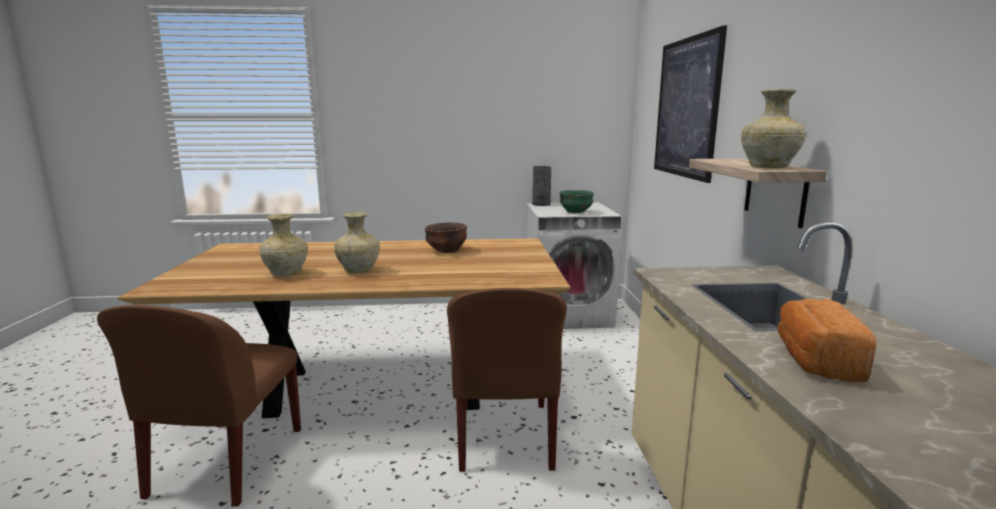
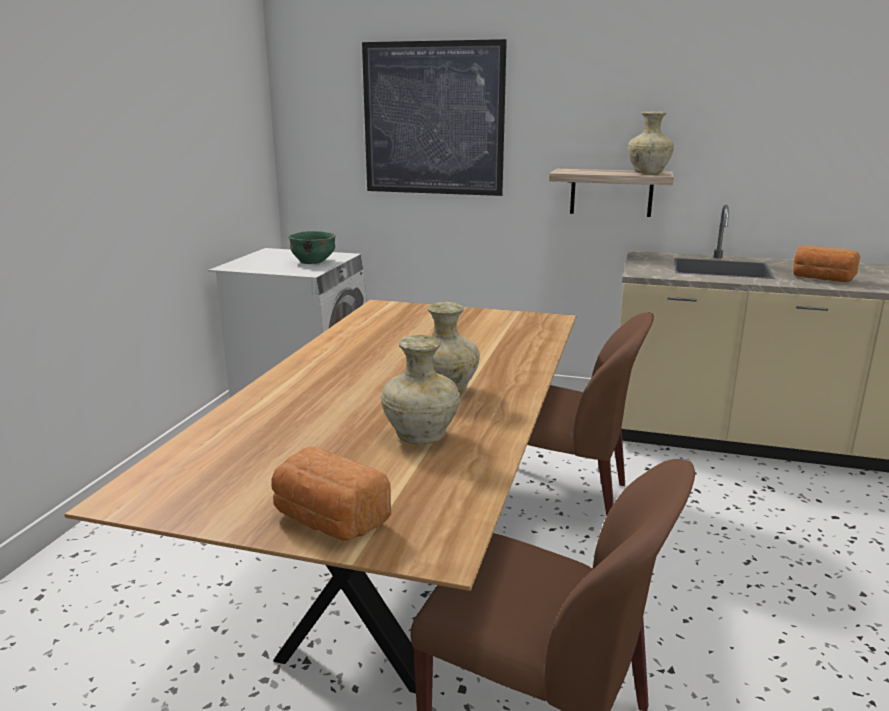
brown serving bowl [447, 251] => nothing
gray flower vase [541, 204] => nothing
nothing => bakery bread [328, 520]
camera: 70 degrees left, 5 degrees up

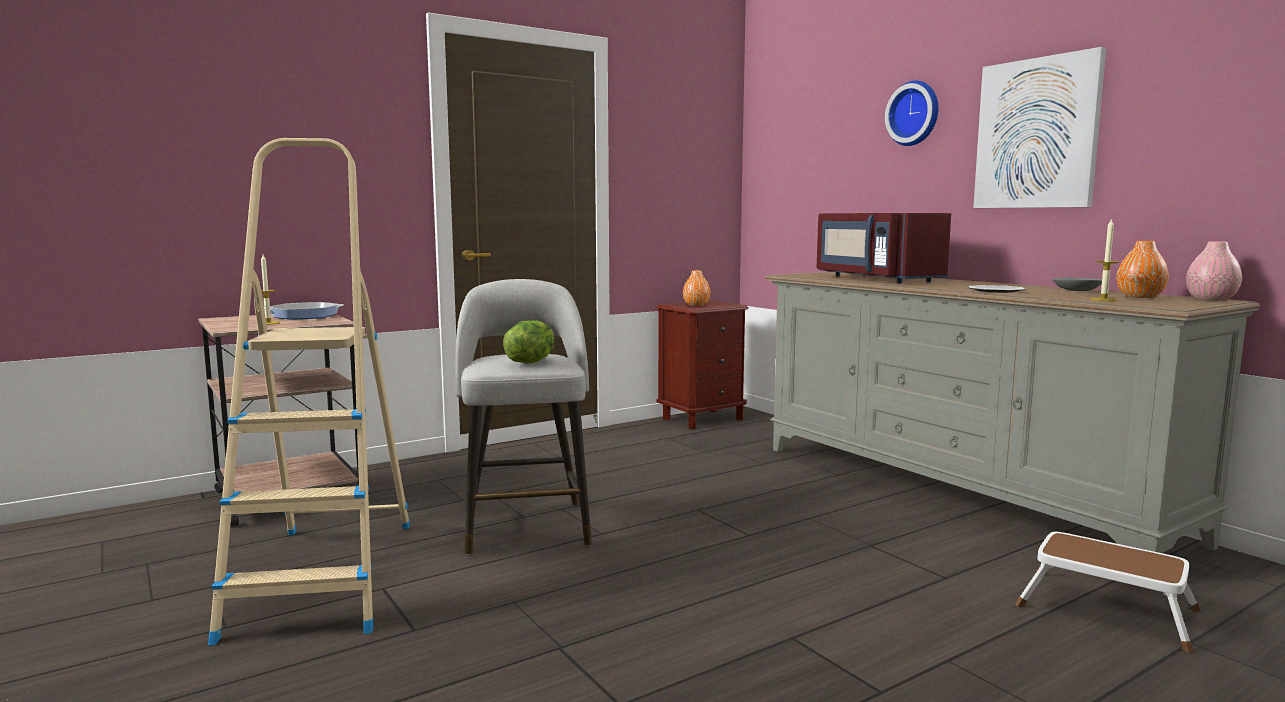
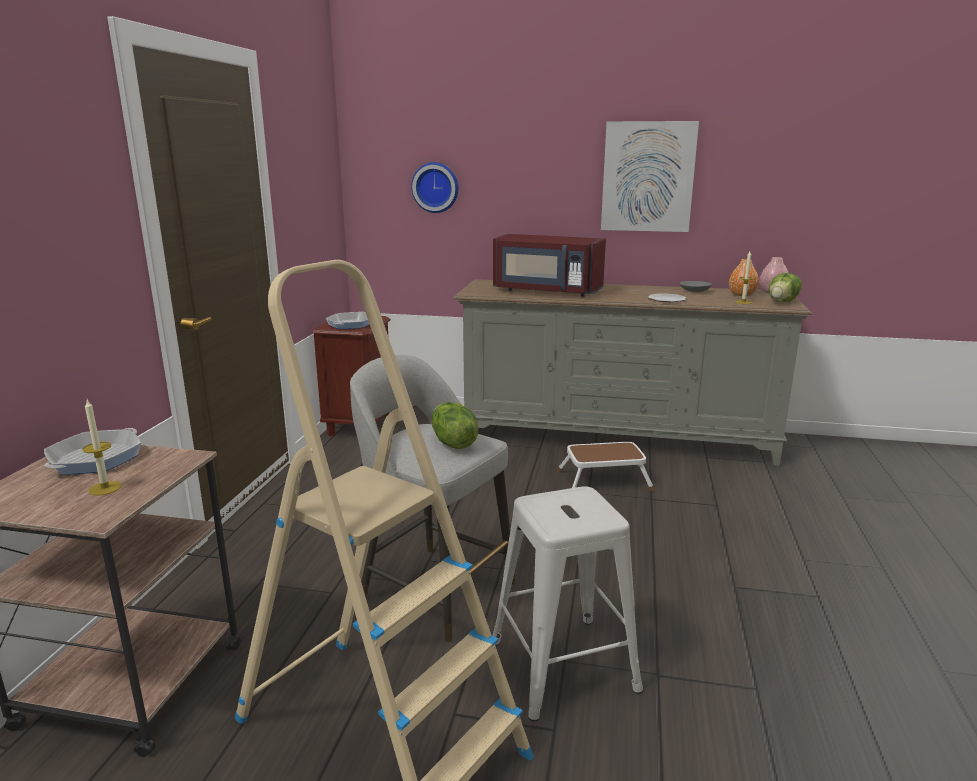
orange flower vase [696, 305] => frying pan [350, 324]
wall clock [915, 114] => wall clock [436, 187], moved
brown stepladder [1107, 607] => brown stepladder [604, 480], moved
nothing => white sitting stool [562, 665]
nothing => head of lettuce [783, 302]
camera: 45 degrees left, 10 degrees up

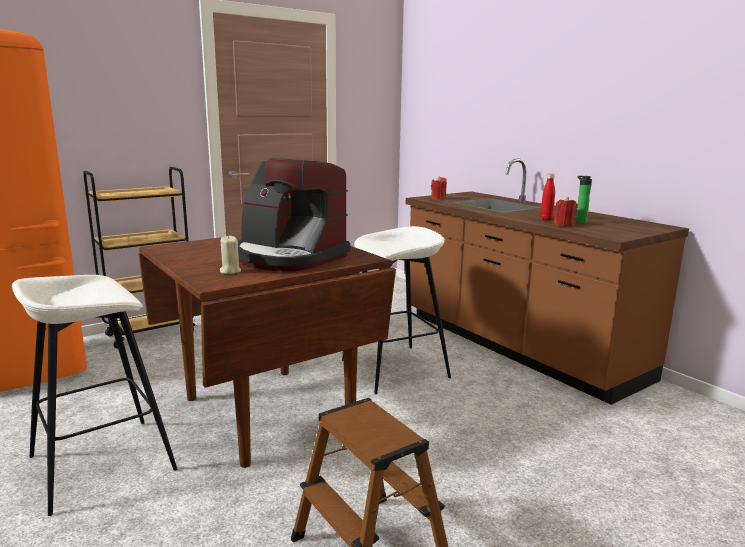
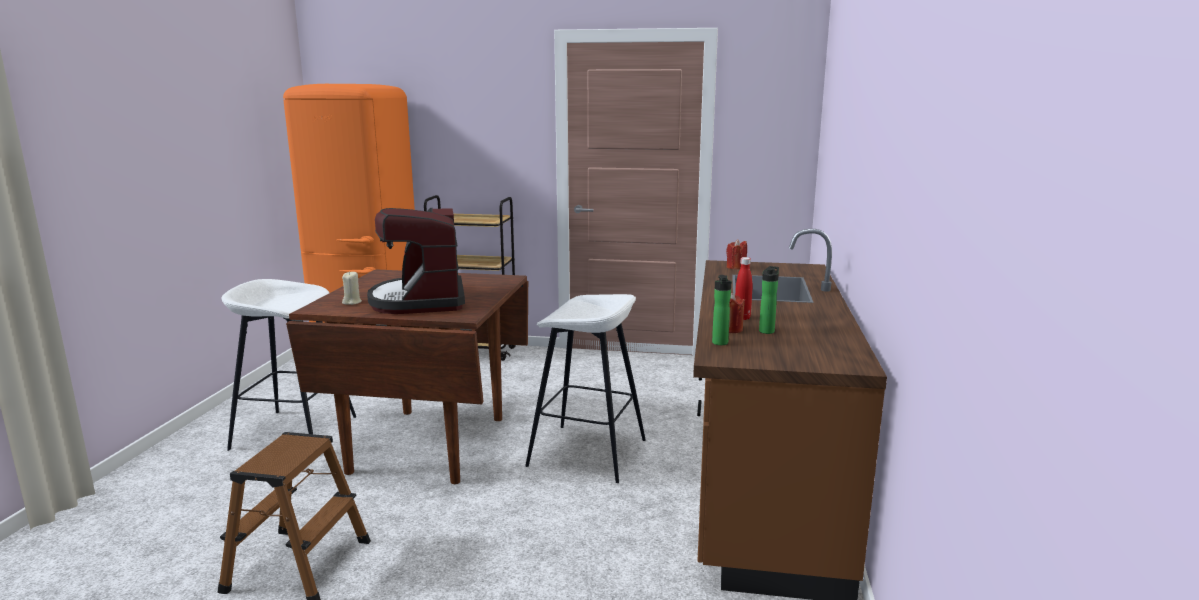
nothing => bottle [720, 343]
camera: 45 degrees right, 0 degrees up

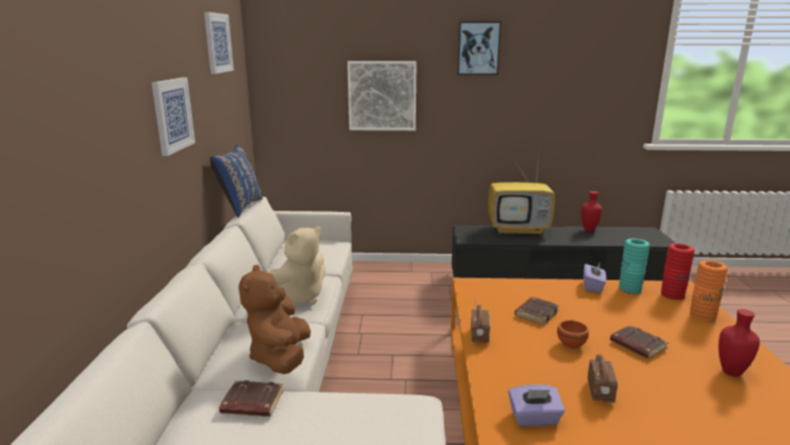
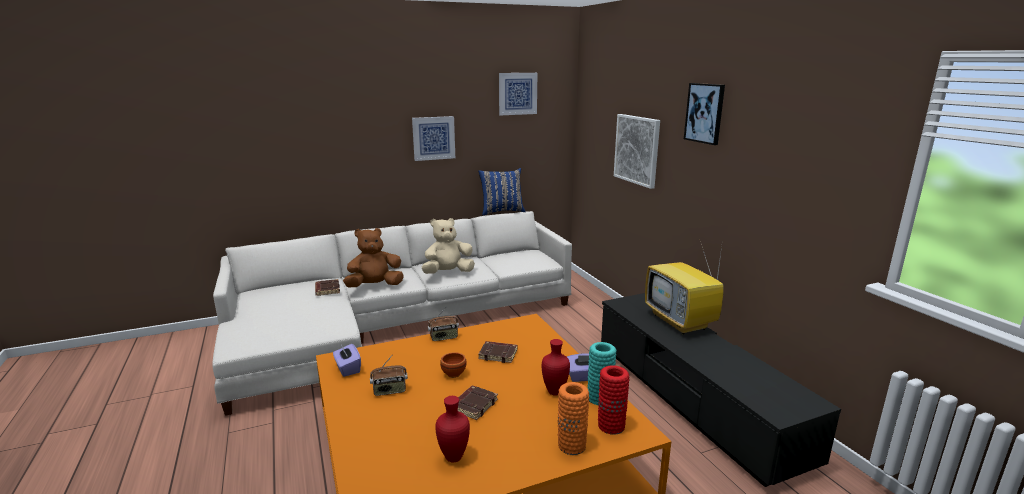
sand-coloured plush toy [298, 297] => sand-coloured plush toy [448, 273], 135 degrees clockwise
red flower vase [589, 230] => red flower vase [555, 392], moved
camera: 65 degrees right, 0 degrees up

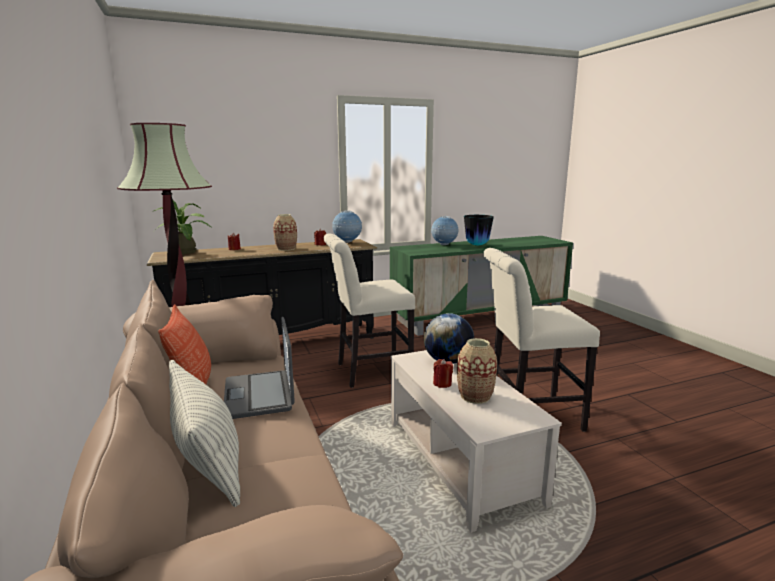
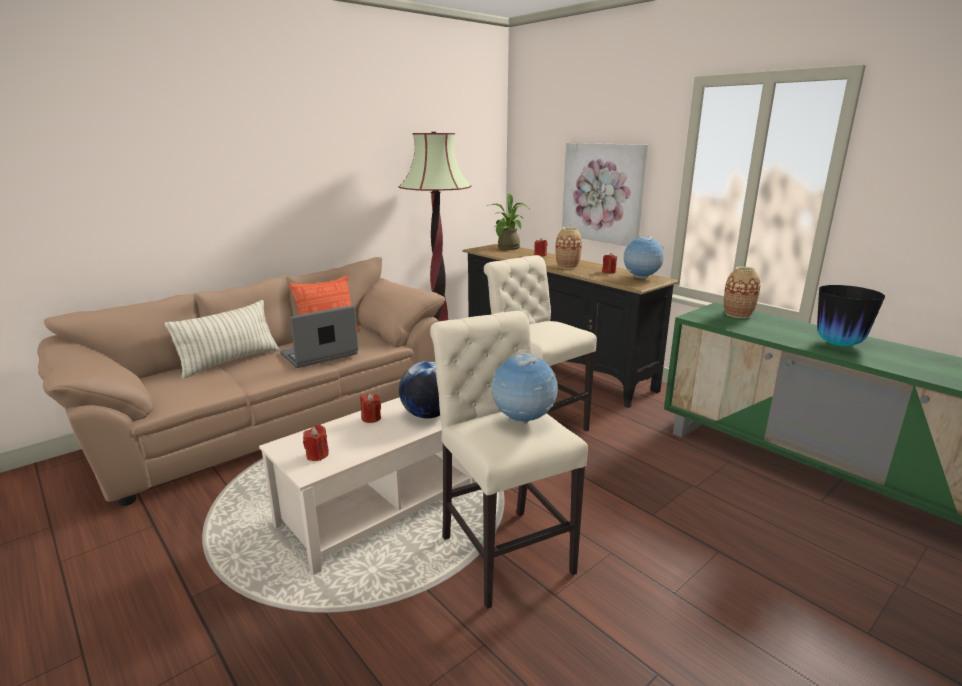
desk globe [444, 245] => desk globe [523, 420], moved
flower vase [475, 396] => flower vase [737, 314], moved
nothing => red wax light [317, 455]
nothing => picture [602, 193]
camera: 70 degrees right, 5 degrees up

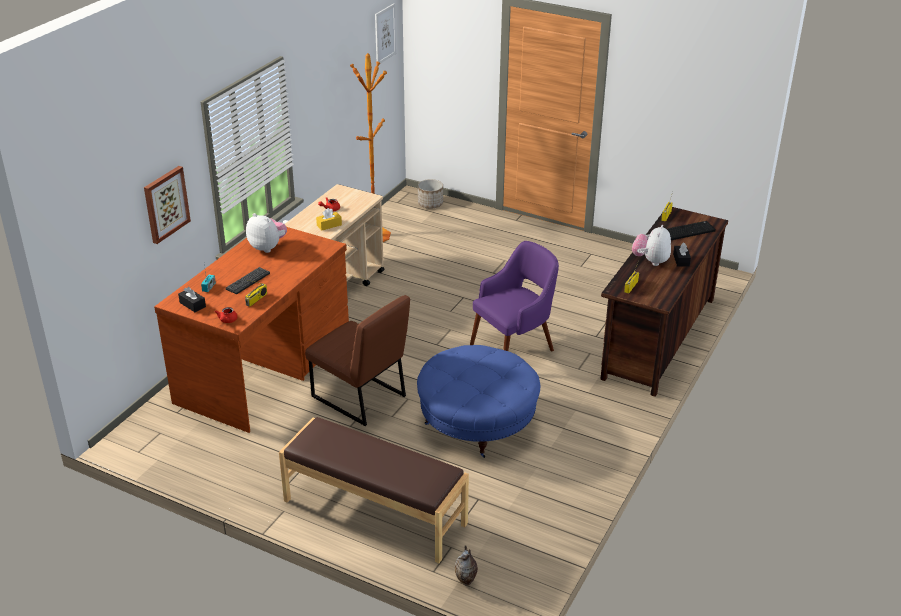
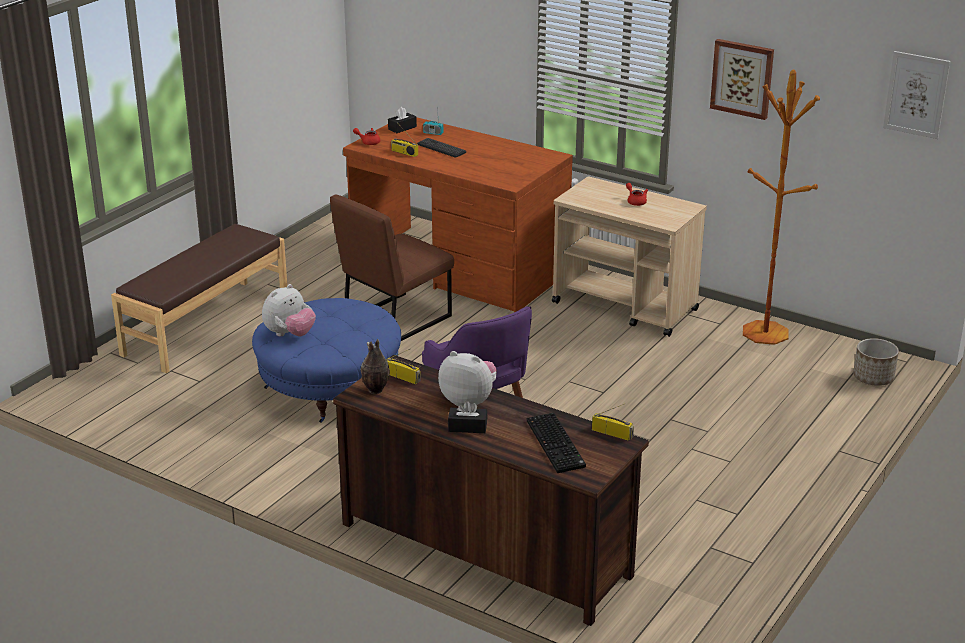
picture [165, 204] => picture [742, 78], moved
plush toy [268, 247] => plush toy [289, 334], moved
yellow tissue holder [329, 225] => nothing
flower vase [466, 581] => flower vase [375, 390], moved
camera: 95 degrees right, 5 degrees down

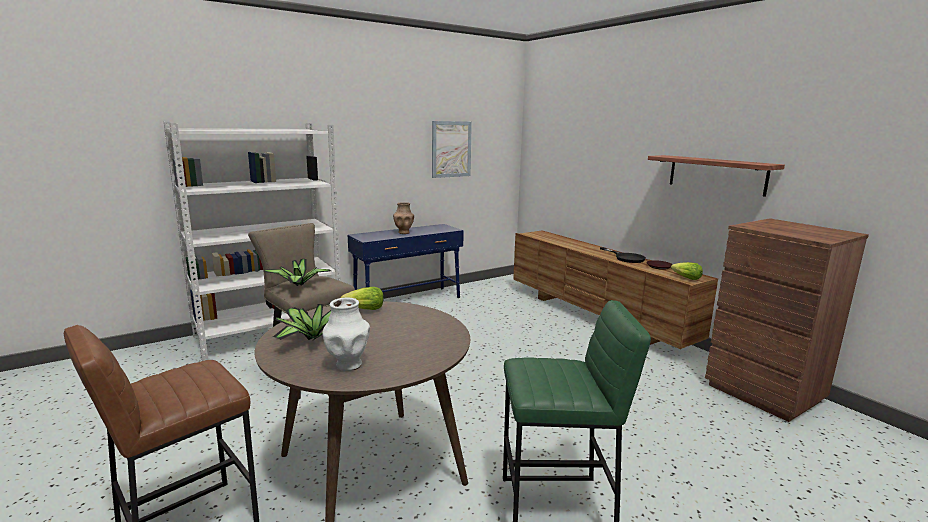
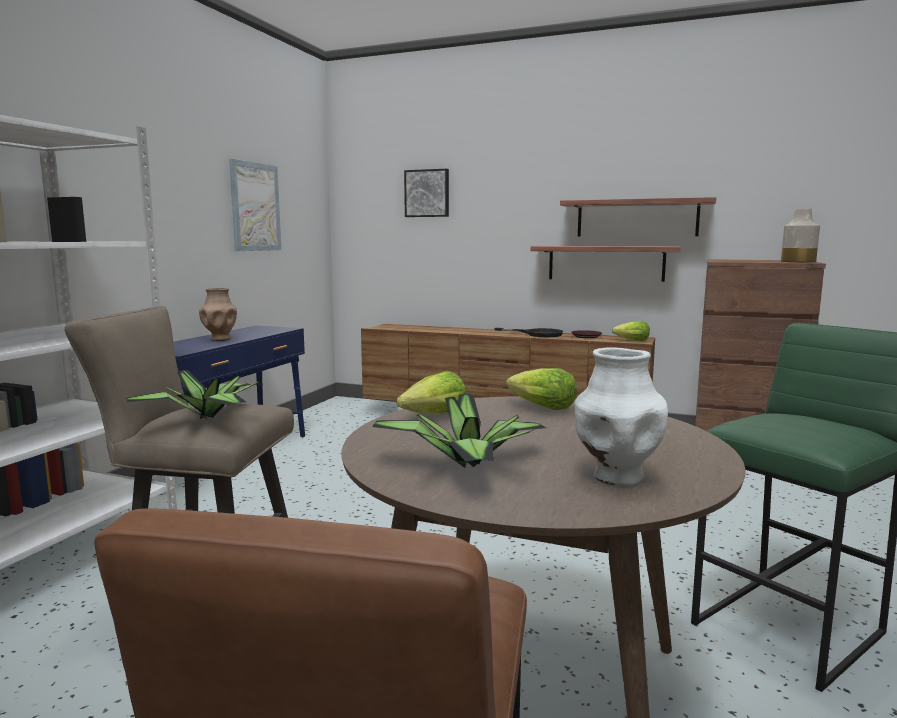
nothing => picture [427, 193]
nothing => head of lettuce [541, 407]
nothing => wall shelf [605, 263]
nothing => sand-coloured flower vase [798, 261]
camera: 35 degrees left, 5 degrees down

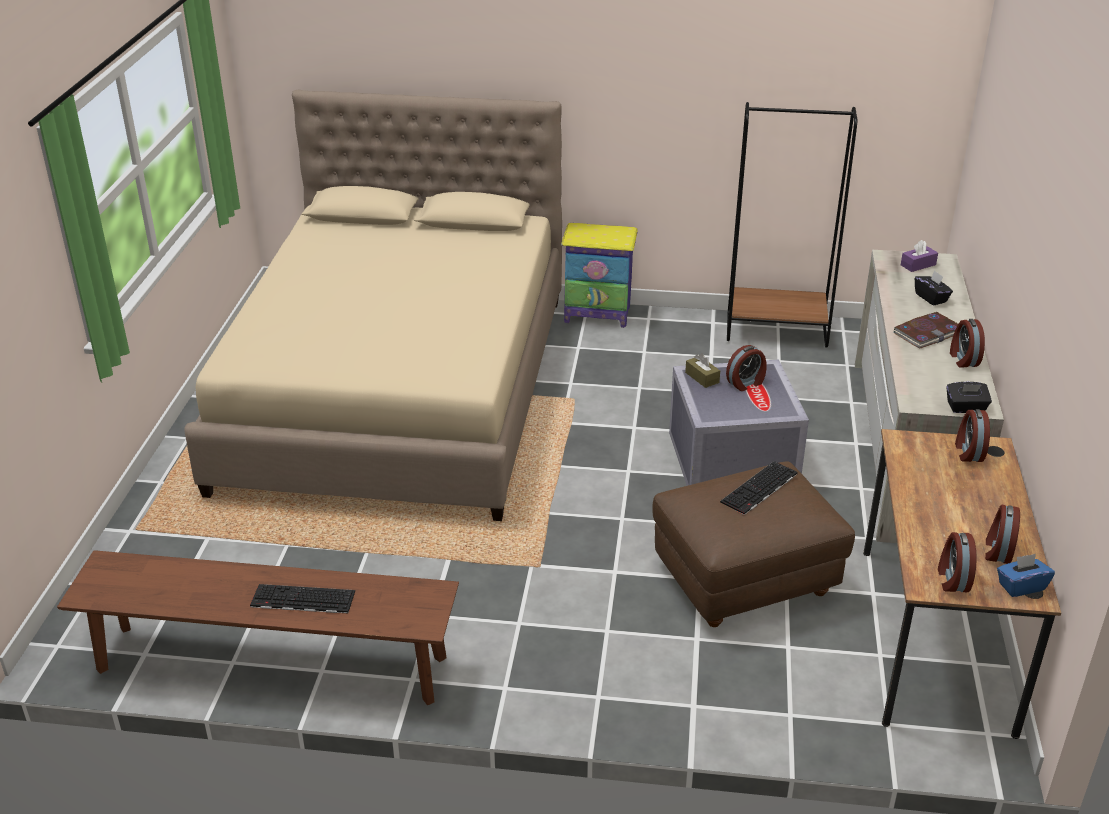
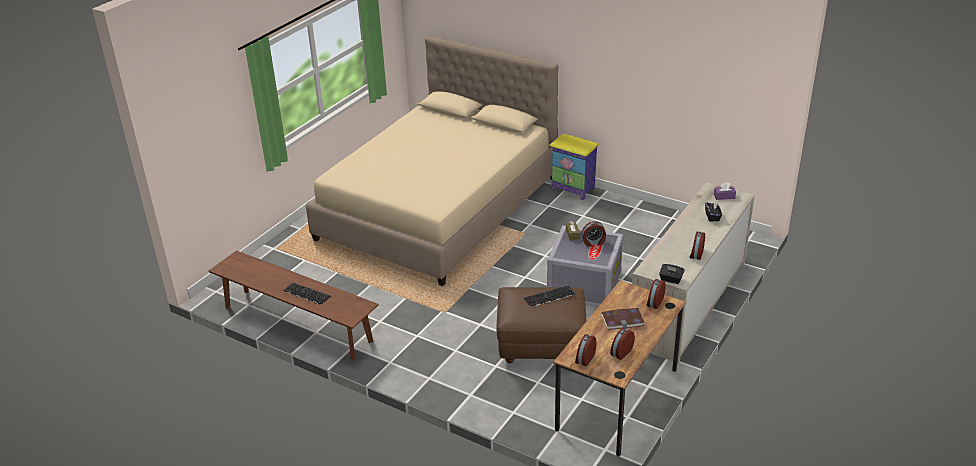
garment rack [776, 331] => nothing
volume [927, 333] => volume [622, 320], moved
blue-coloured tissue holder [1021, 586] => nothing
camera: 25 degrees right, 0 degrees up

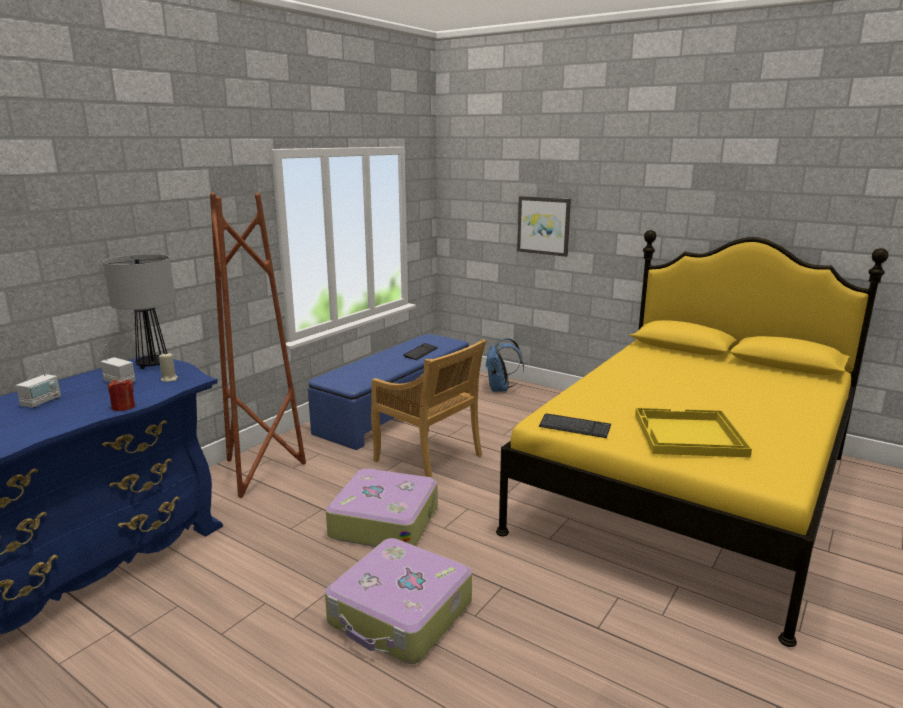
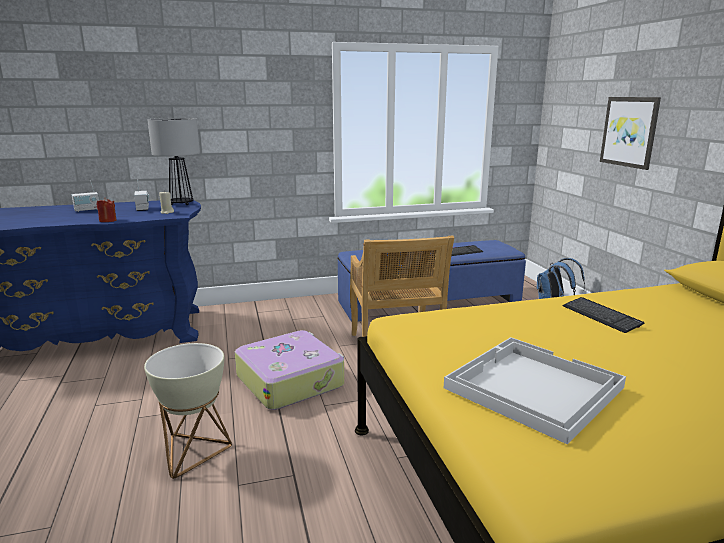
brown garment rack [258, 473] => nothing
suitcase [400, 614] => planter [195, 452]
keyboard [574, 427] => keyboard [601, 316], moved
yellow serving tray [688, 435] => white serving tray [531, 388]
camera: 40 degrees right, 0 degrees up

